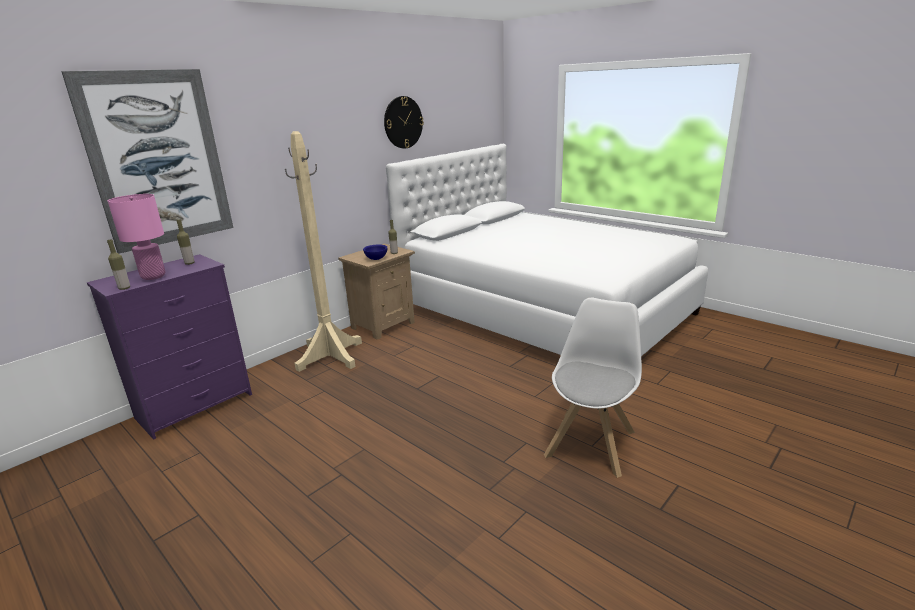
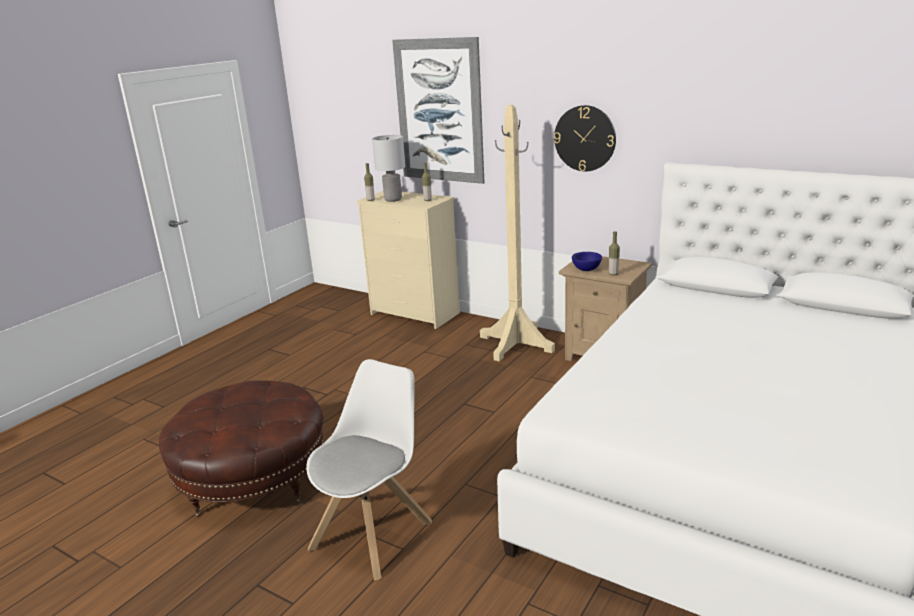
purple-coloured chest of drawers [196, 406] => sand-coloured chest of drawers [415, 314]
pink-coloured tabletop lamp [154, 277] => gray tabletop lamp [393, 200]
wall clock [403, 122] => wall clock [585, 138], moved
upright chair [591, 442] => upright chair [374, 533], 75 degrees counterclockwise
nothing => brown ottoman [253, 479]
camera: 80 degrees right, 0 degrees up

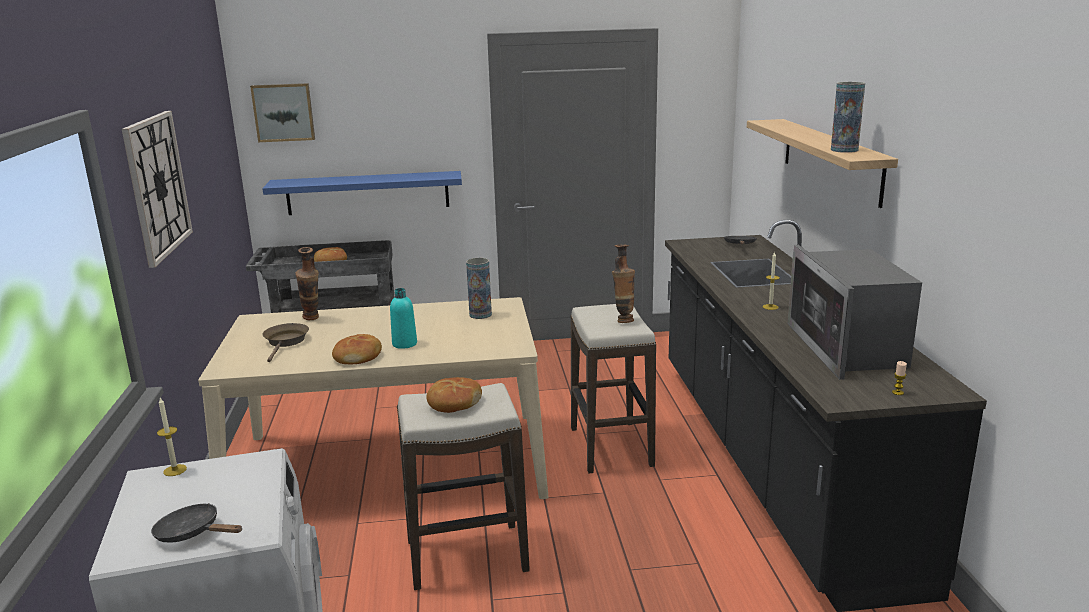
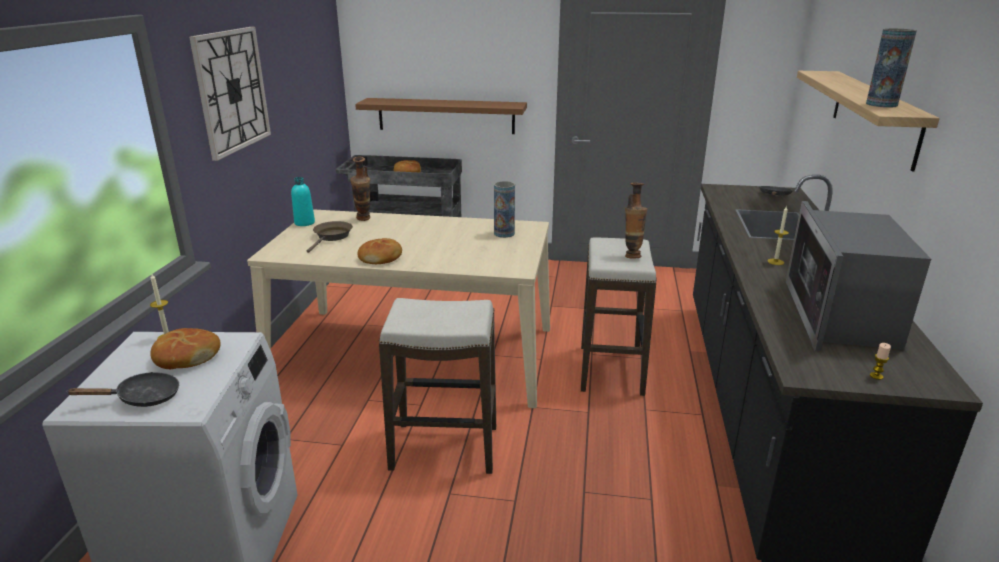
blackish frying pan [193, 533] => blackish frying pan [142, 398], 120 degrees clockwise
picture [283, 112] => nothing
blue-coloured wall shelf [368, 193] => brown wall shelf [446, 116]
turquoise bottle [404, 344] => turquoise bottle [304, 223], moved
bakery bread [454, 403] => bakery bread [186, 357], moved
camera: 15 degrees right, 5 degrees up

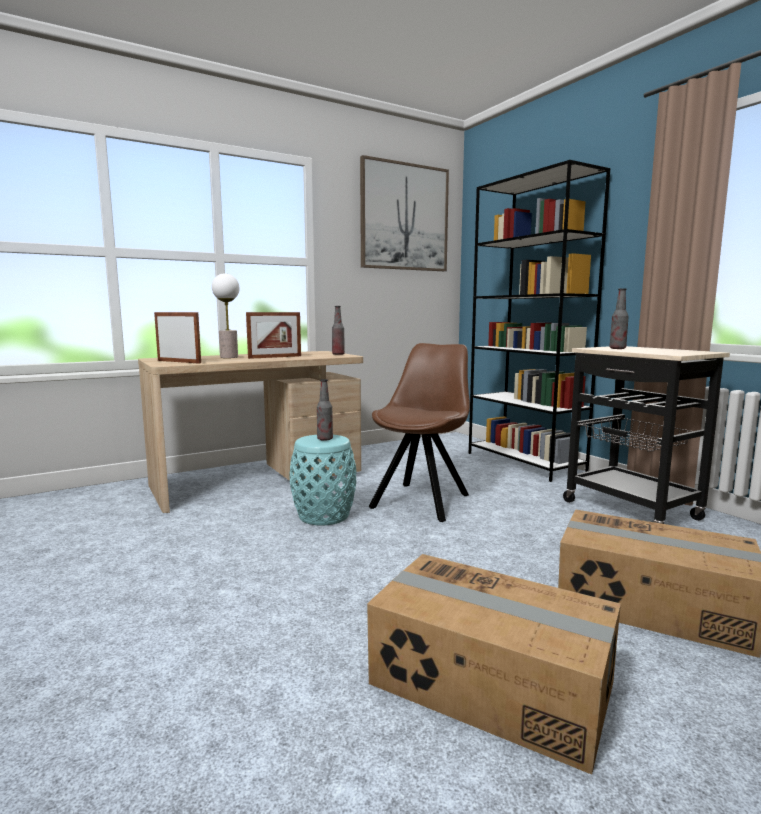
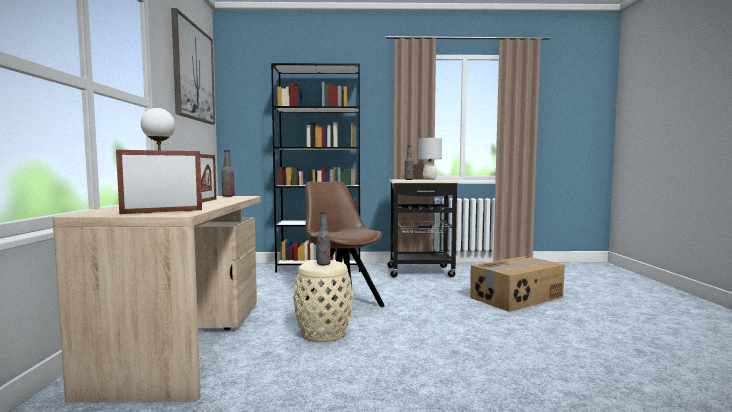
turquoise sitting stool [323, 516] => sand-coloured sitting stool [323, 333]
cardboard box [490, 684] => nothing
nothing => gray tabletop lamp [429, 179]
camera: 60 degrees left, 5 degrees down

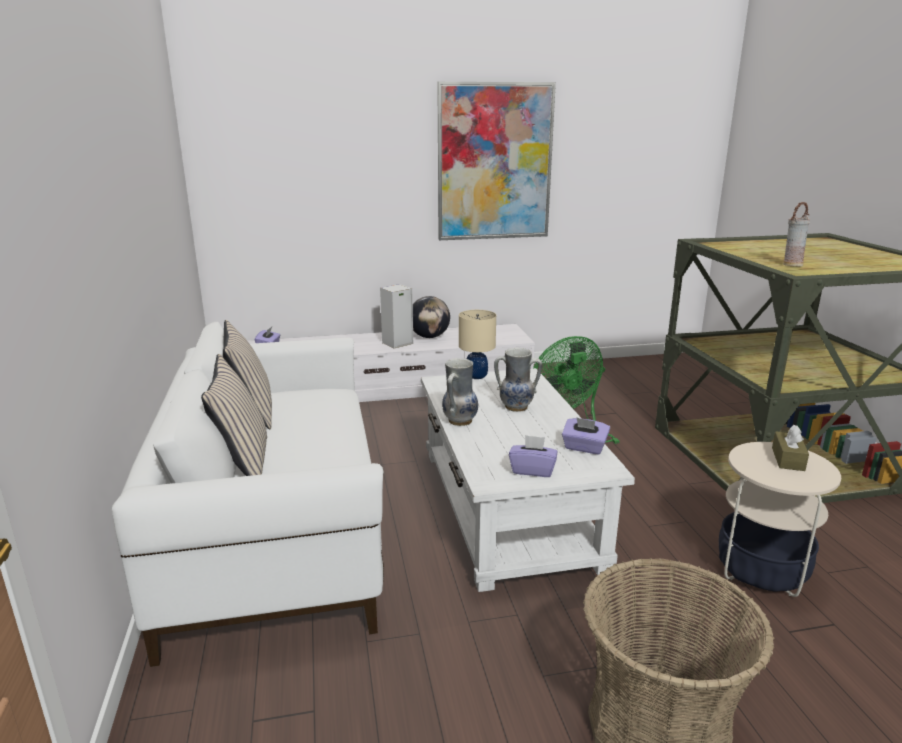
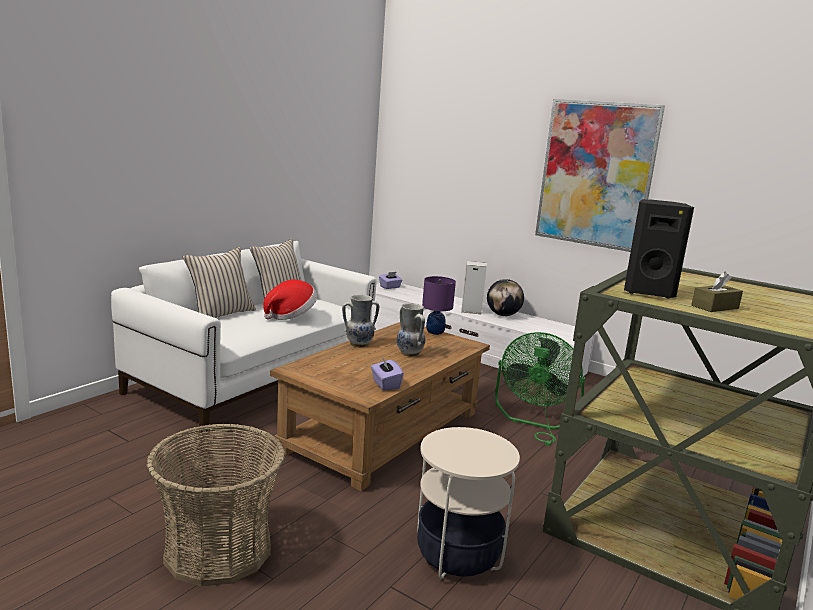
white low table [507, 506] => brown low table [384, 431]
sand-coloured tabletop lamp [476, 376] => purple-coloured tabletop lamp [435, 332]
purple-coloured tissue holder [532, 470] => nothing
brown tissue holder [788, 459] => brown tissue holder [715, 307], moved
flower vase [791, 265] => blackish loudspeaker [648, 292]
nothing => hat [291, 316]
camera: 45 degrees right, 5 degrees down

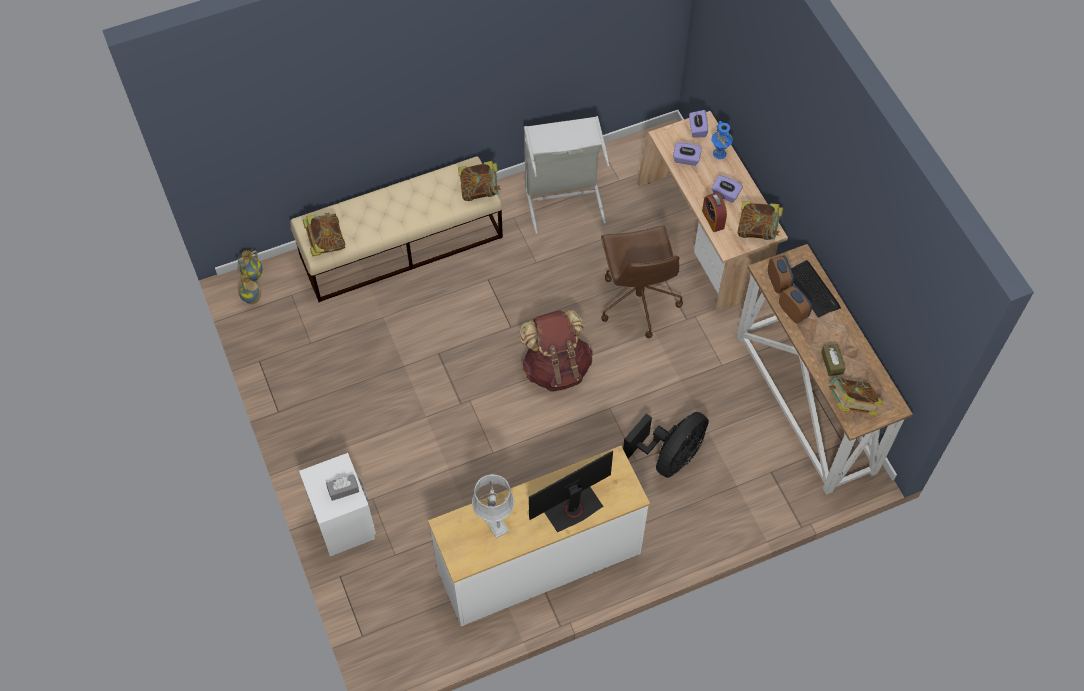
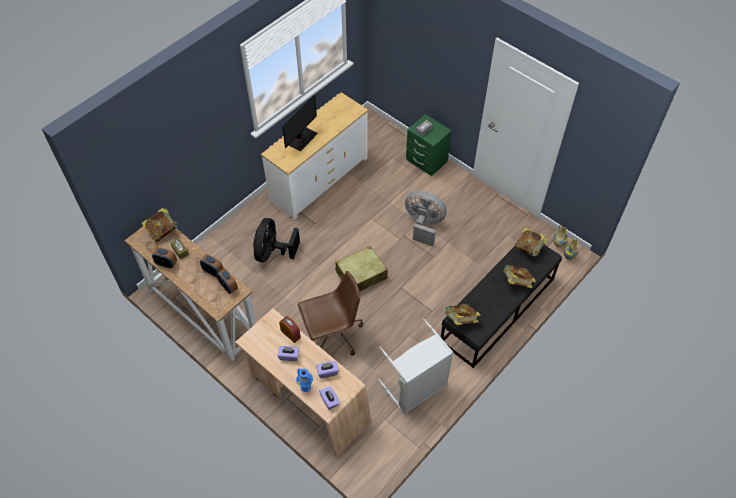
sand-coloured indoor bench [402, 246] => blackish indoor bench [497, 310]
white nightstand [343, 522] => green nightstand [426, 161]
gray tabletop lamp [494, 521] => nothing
brown rucksack [556, 368] => sand-coloured suitcase [361, 275]
brown office chair [637, 299] => brown office chair [332, 336], 105 degrees clockwise
volume [757, 230] => volume [516, 282], moved
keyboard [813, 289] => nothing
nothing => bedside clock [166, 264]
nothing => gray electric fan [423, 225]
camera: 155 degrees right, 5 degrees down

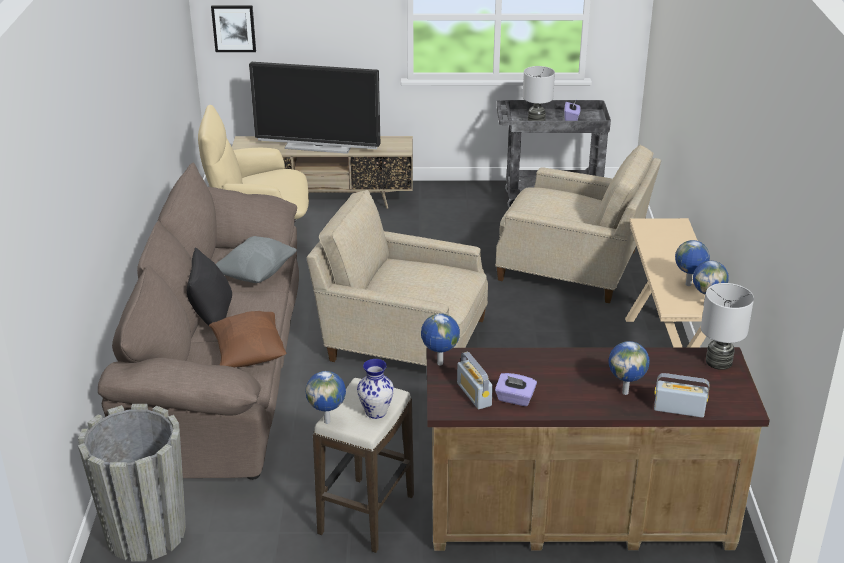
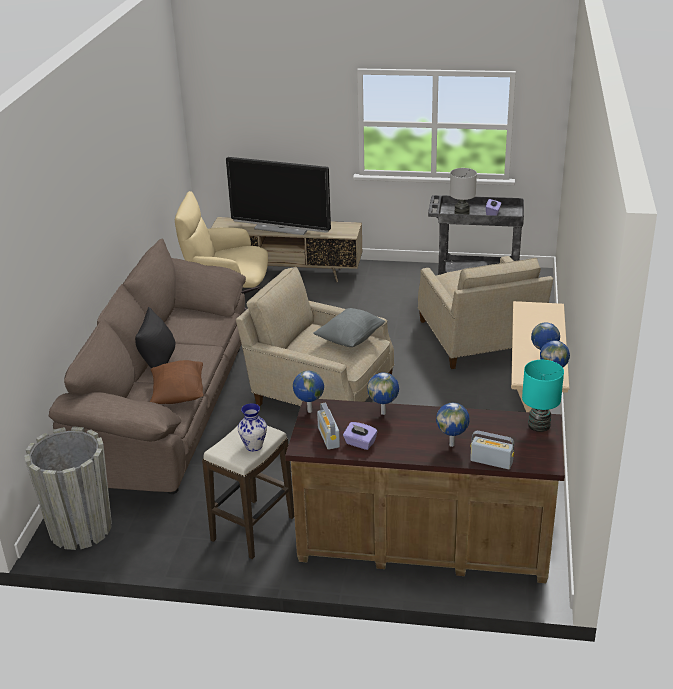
picture [234, 28] => nothing
gray throw pillow [256, 274] => gray throw pillow [350, 339], moved
desk globe [328, 421] => desk globe [384, 413], moved
sand-coloured armchair [572, 267] => sand-coloured armchair [478, 339], 45 degrees clockwise
gray tabletop lamp [719, 362] => turquoise tabletop lamp [539, 425]
camera: 10 degrees right, 0 degrees up

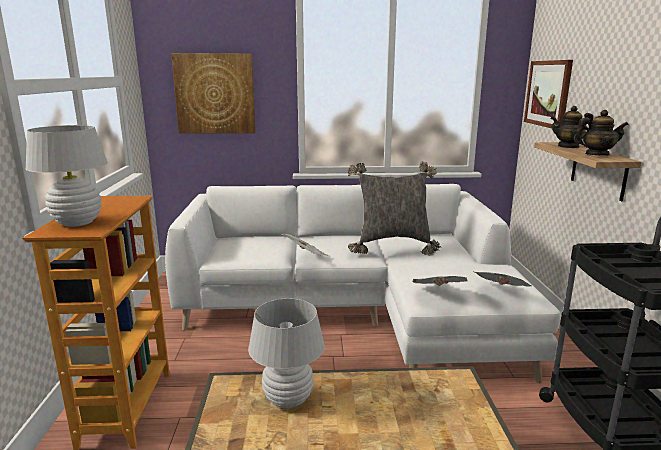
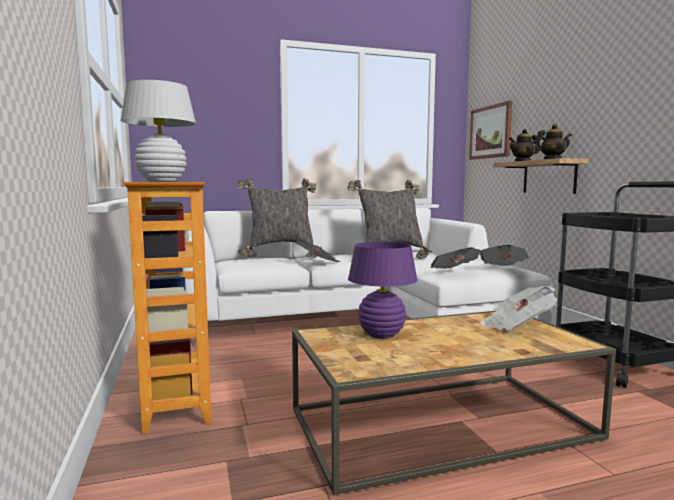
picture [215, 94] => nothing
white tabletop lamp [288, 399] => purple-coloured tabletop lamp [381, 334]
nothing => throw pillow [280, 257]
nothing => printed paper [516, 326]
camera: 15 degrees left, 10 degrees down

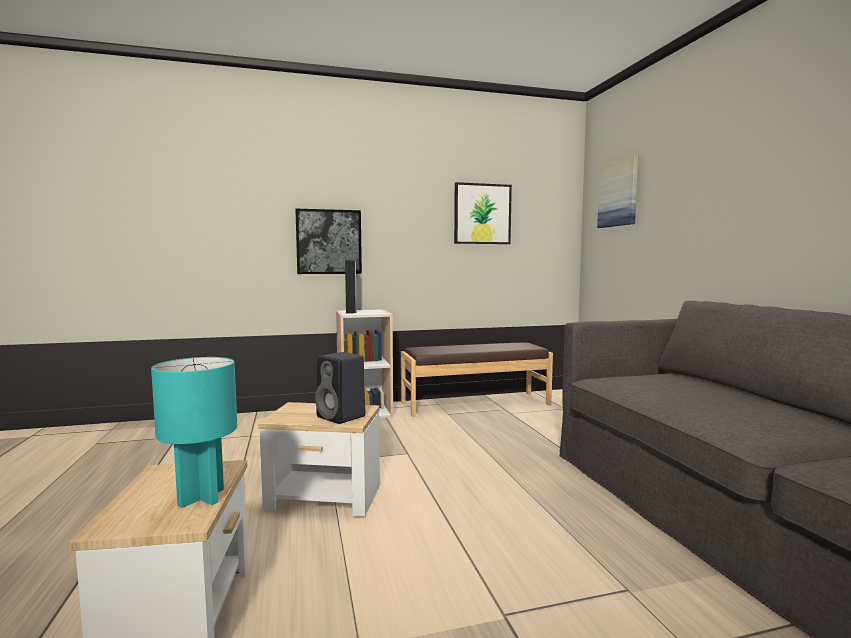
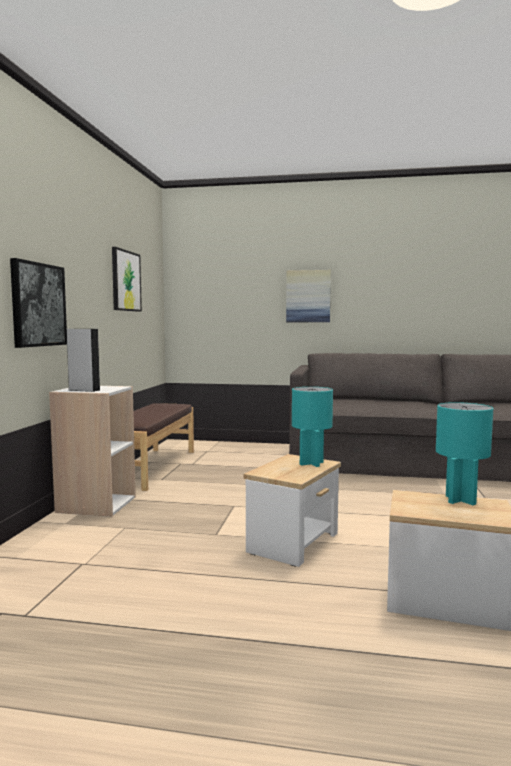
blackish loudspeaker [342, 417] => turquoise tabletop lamp [311, 463]
picture [618, 194] => picture [308, 296], moved
camera: 65 degrees left, 0 degrees up

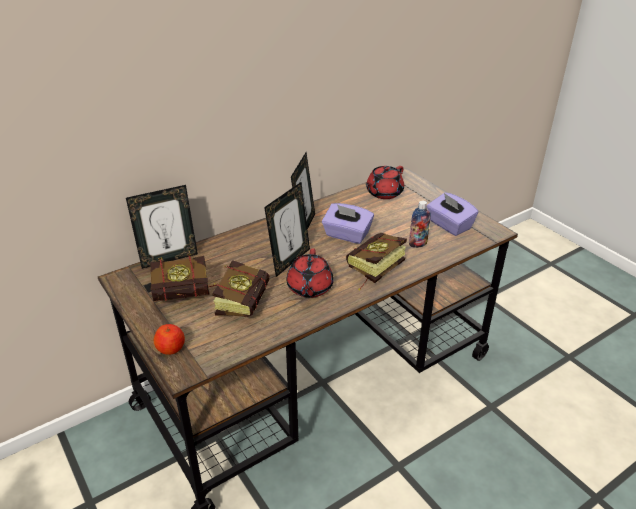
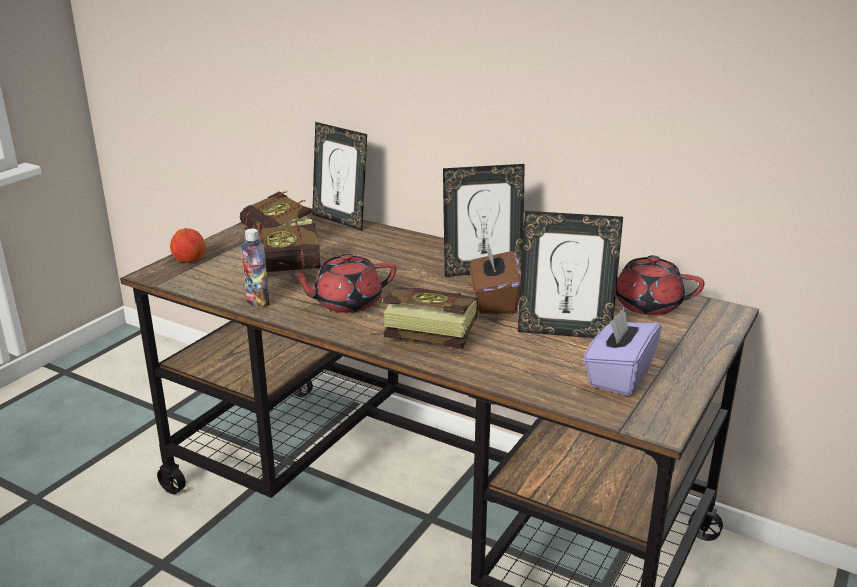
photo frame [289, 261] => photo frame [564, 332], moved
purple-coloured tissue holder [347, 235] => brown tissue holder [493, 301]
bottle [418, 244] => bottle [257, 302], moved
camera: 65 degrees right, 10 degrees down

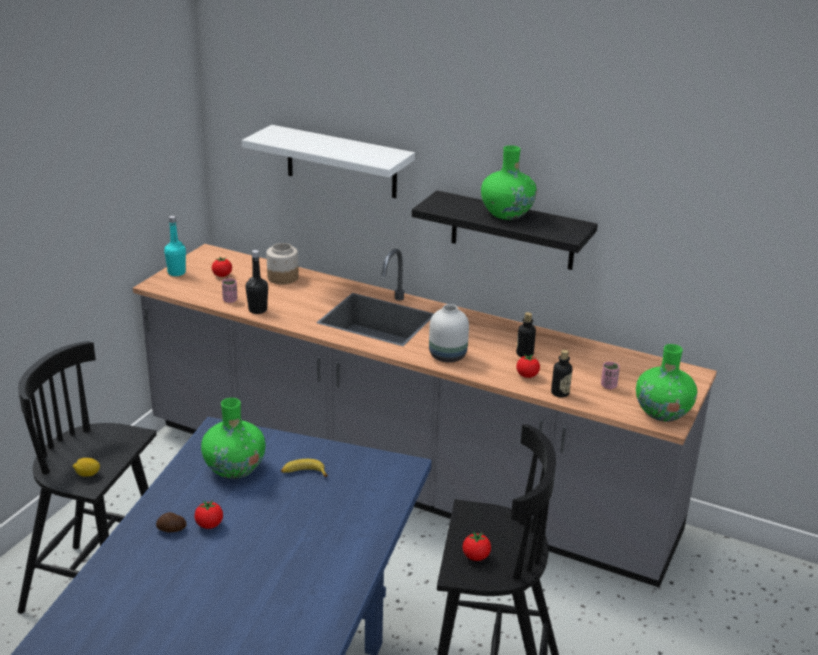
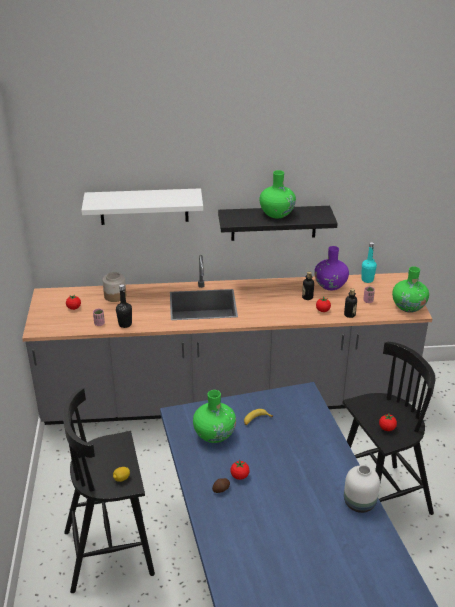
turquoise bottle [176, 273] => turquoise bottle [367, 280], moved
white flower vase [448, 356] => white flower vase [360, 503], moved
nothing => purple-coloured flower vase [330, 285]
camera: 30 degrees left, 5 degrees up

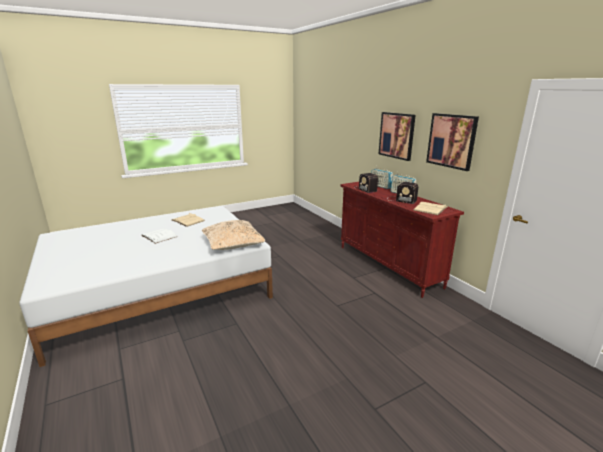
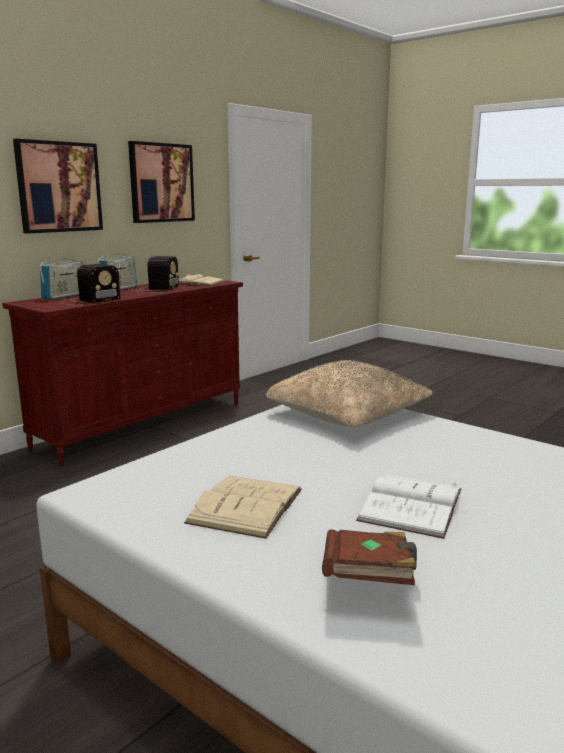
nothing => brown volume [369, 578]
camera: 110 degrees left, 5 degrees down

